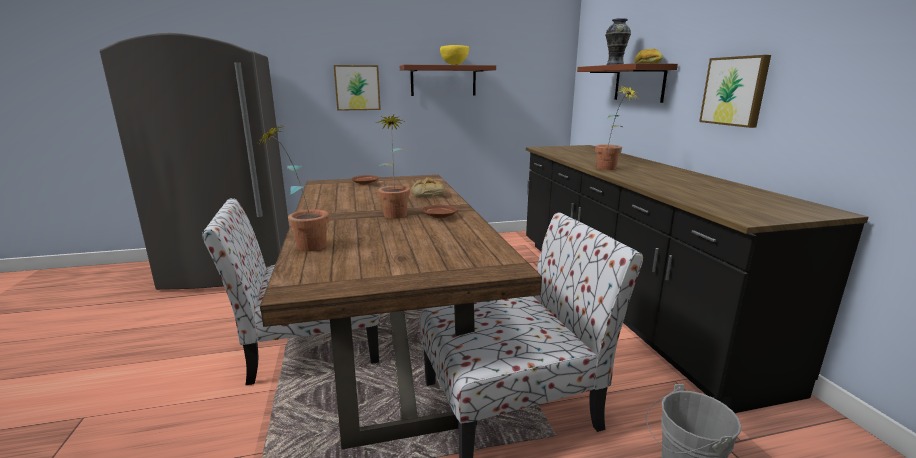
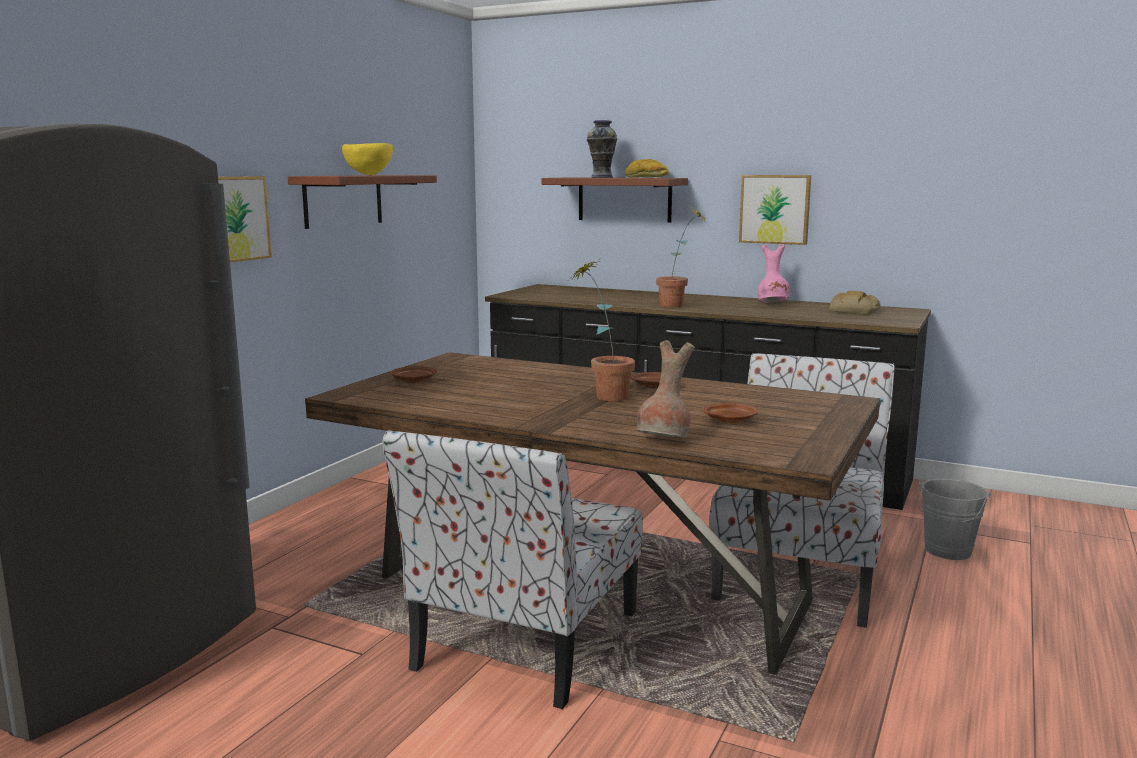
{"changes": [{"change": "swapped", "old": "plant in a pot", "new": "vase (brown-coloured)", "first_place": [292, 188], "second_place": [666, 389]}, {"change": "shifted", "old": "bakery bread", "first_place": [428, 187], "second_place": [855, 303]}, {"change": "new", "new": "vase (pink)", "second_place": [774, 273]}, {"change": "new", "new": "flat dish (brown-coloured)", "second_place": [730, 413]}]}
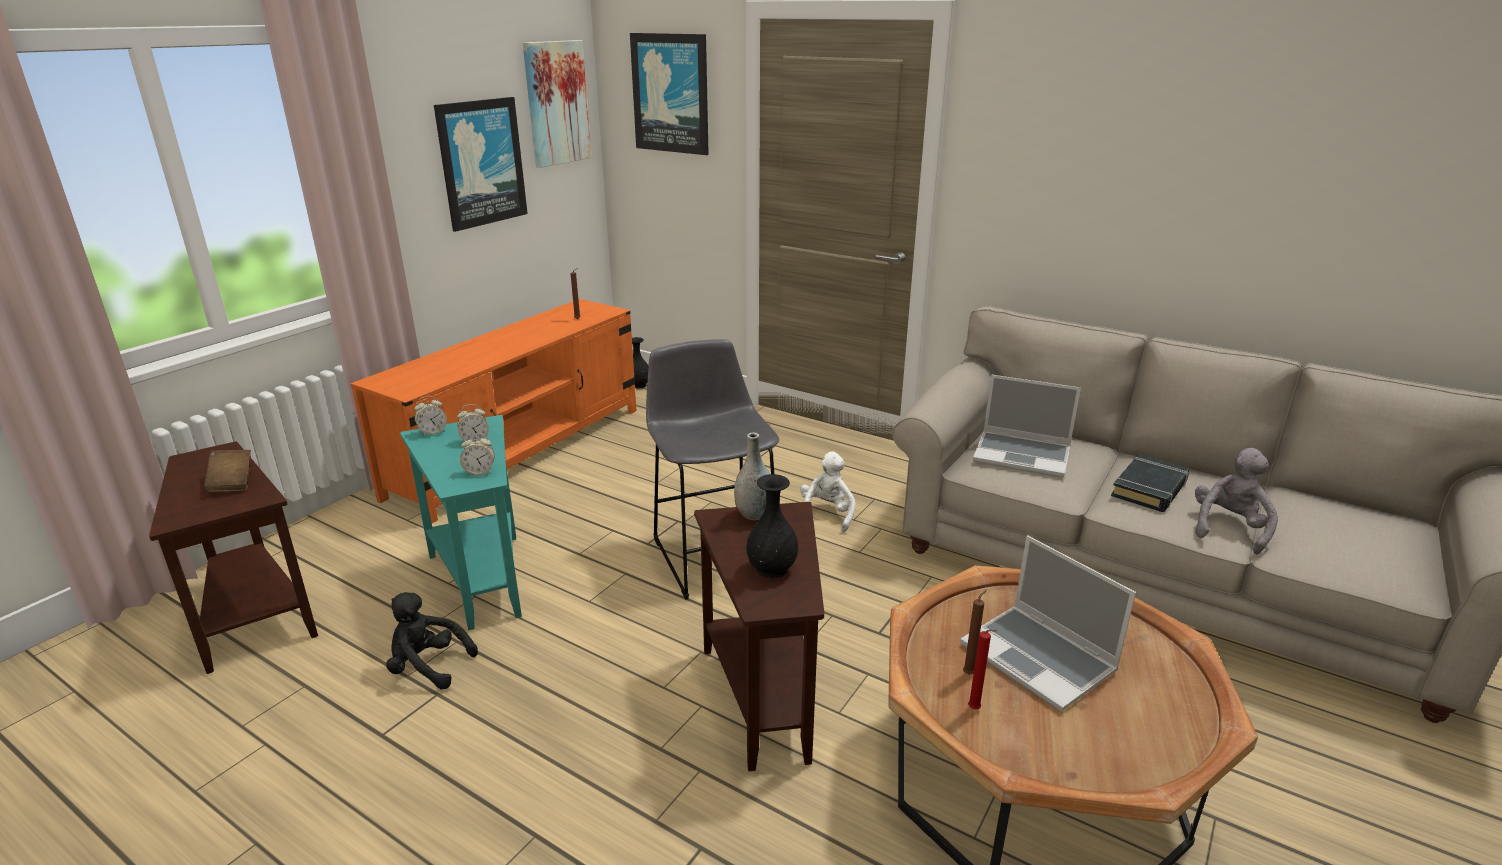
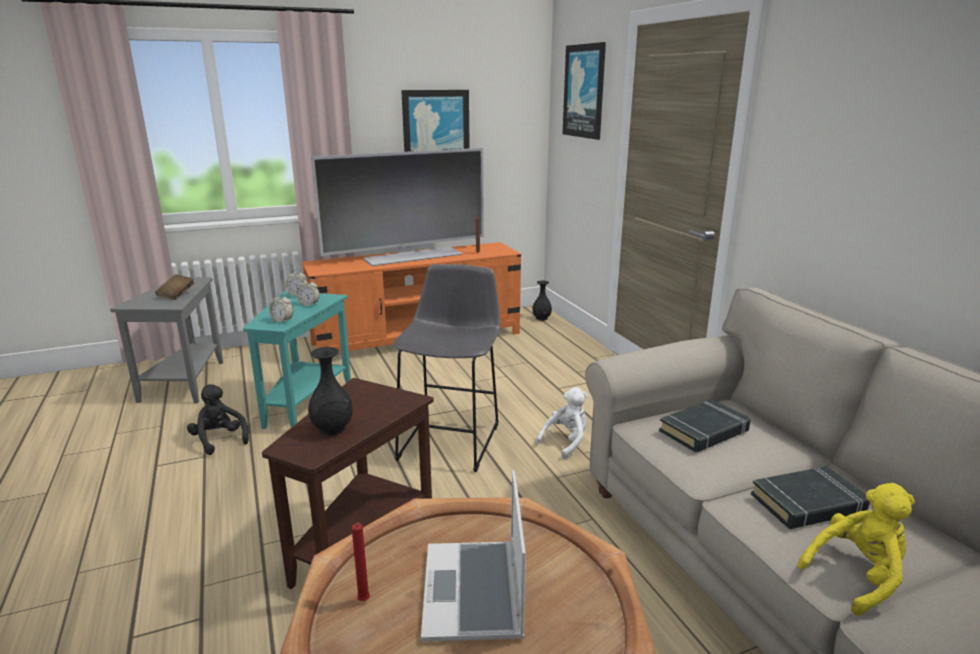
{"changes": [{"change": "gone", "old": "picture", "first_place": [557, 104]}, {"change": "swapped", "old": "portable computer", "new": "bound book (black)", "first_place": [1027, 426], "second_place": [705, 426]}, {"change": "gone", "old": "vase (greyish)", "first_place": [752, 476]}, {"change": "repainted", "old": "side table (brown-coloured)", "new": "side table (greyish)", "first_place": [233, 558], "second_place": [167, 340]}, {"change": "repainted", "old": "soft toy (greyish)", "new": "soft toy (yellow)", "first_place": [1236, 501], "second_place": [856, 549]}, {"change": "gone", "old": "wax candle (brown-coloured)", "first_place": [975, 631]}, {"change": "new", "new": "TV", "second_place": [397, 207]}]}
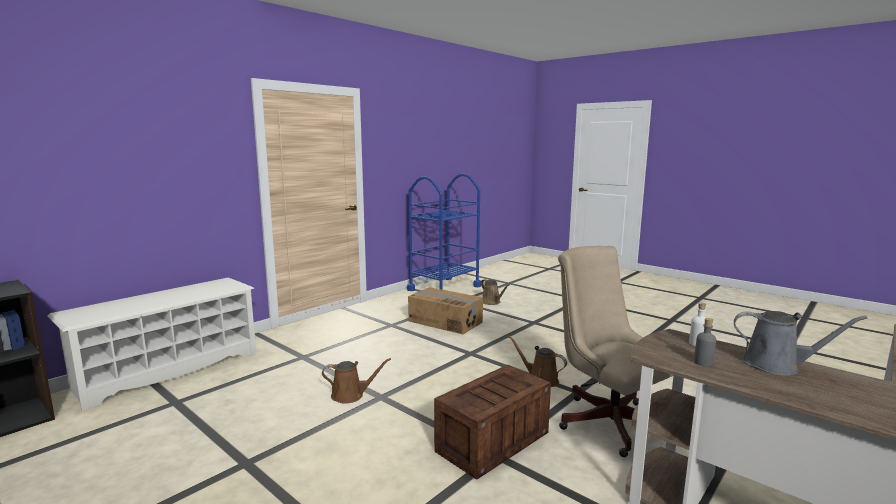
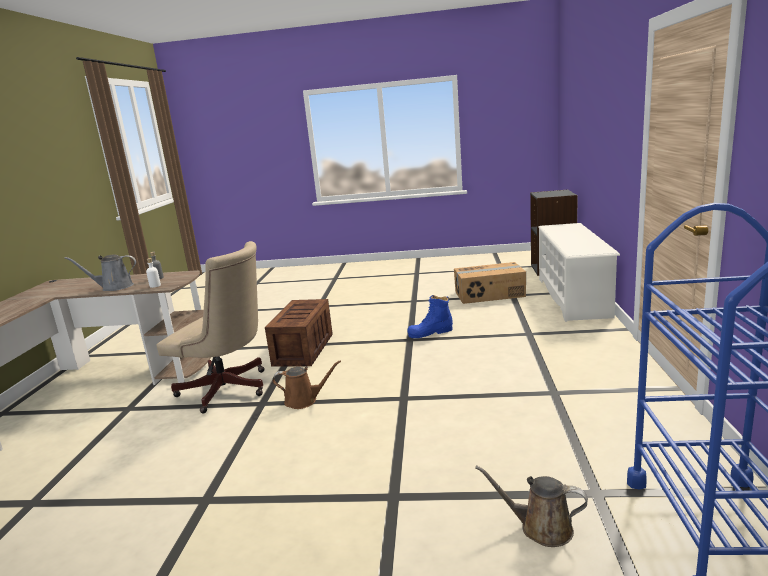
{"changes": [{"change": "shifted", "old": "packing box", "first_place": [445, 310], "second_place": [490, 283]}, {"change": "swapped", "old": "sprinkling can (brown-coloured)", "new": "boot (blue-coloured)", "first_place": [356, 381], "second_place": [430, 316]}]}
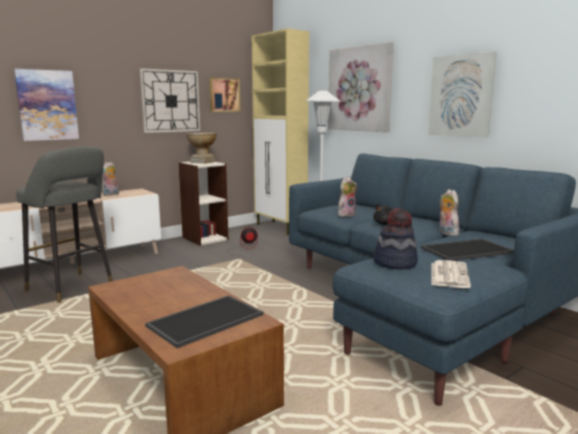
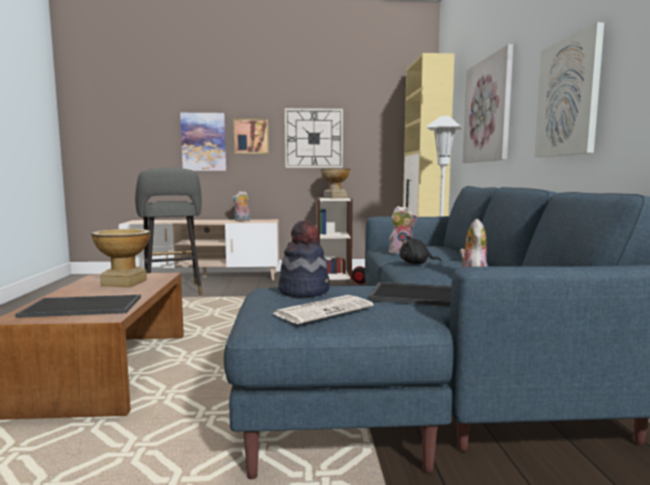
{"changes": [{"change": "shifted", "old": "picture", "first_place": [224, 94], "second_place": [251, 136]}, {"change": "new", "new": "vase", "second_place": [120, 258]}]}
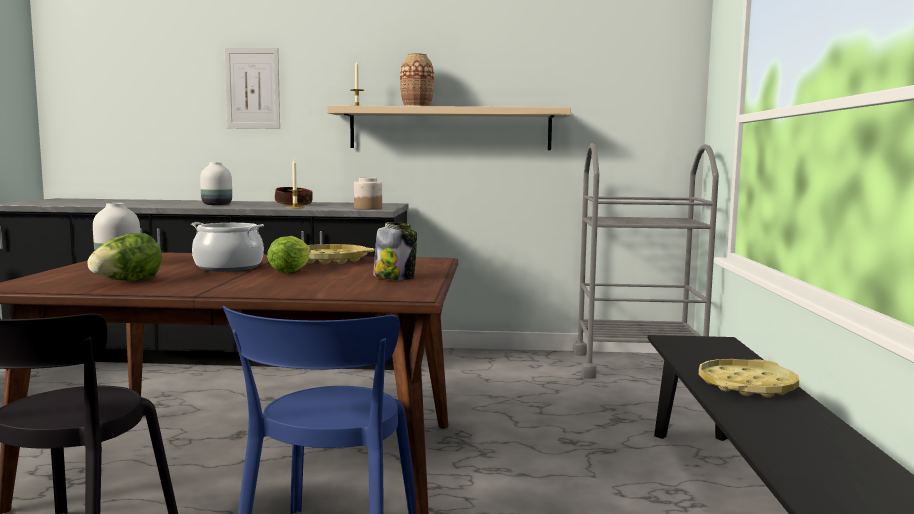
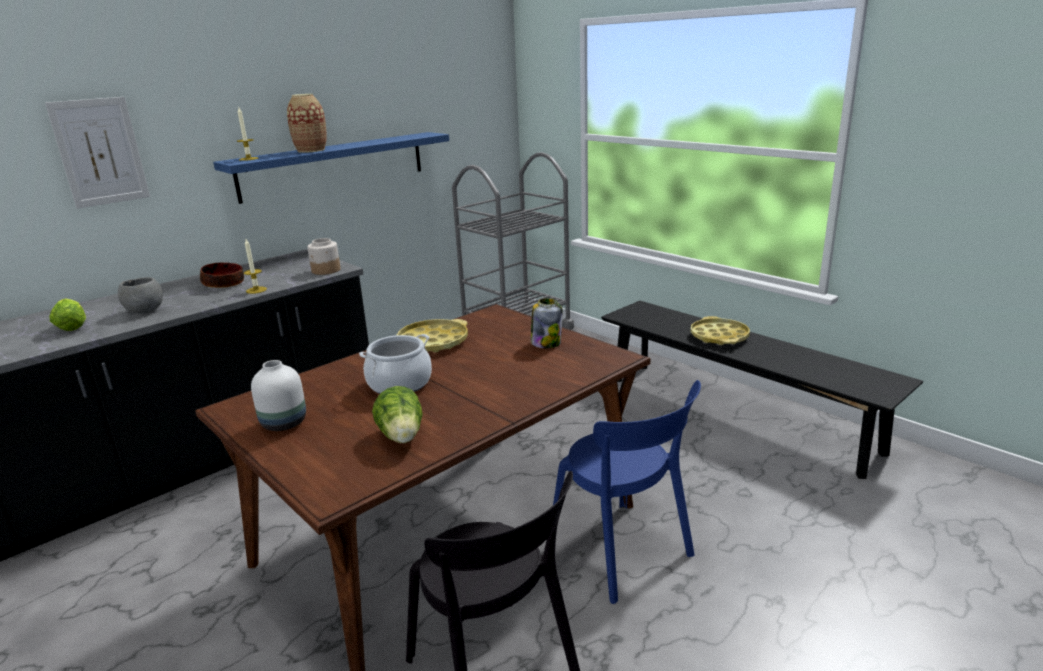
{"changes": [{"change": "repainted", "old": "wall shelf (beige-coloured)", "new": "wall shelf (blue-coloured)", "first_place": [449, 127], "second_place": [331, 168]}, {"change": "swapped", "old": "vase (white-coloured)", "new": "serving bowl (greyish)", "first_place": [216, 183], "second_place": [140, 295]}, {"change": "shifted", "old": "lettuce head", "first_place": [289, 254], "second_place": [68, 315]}]}
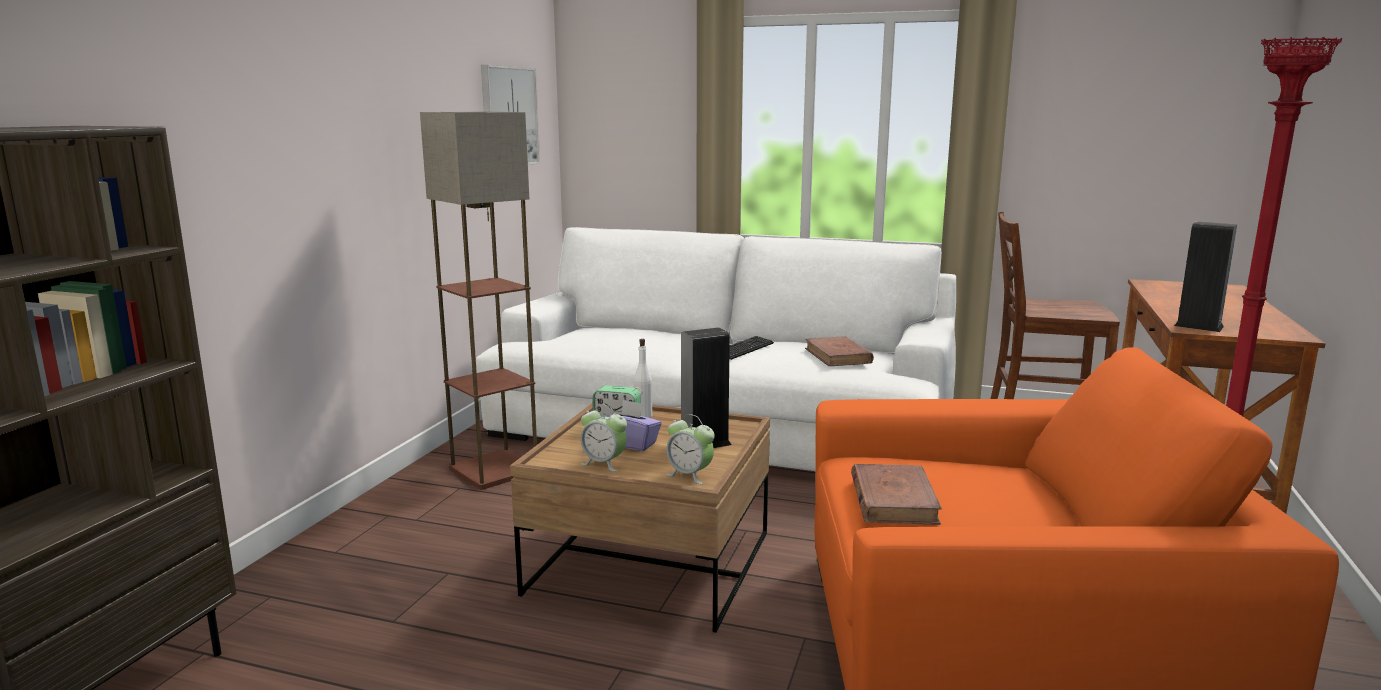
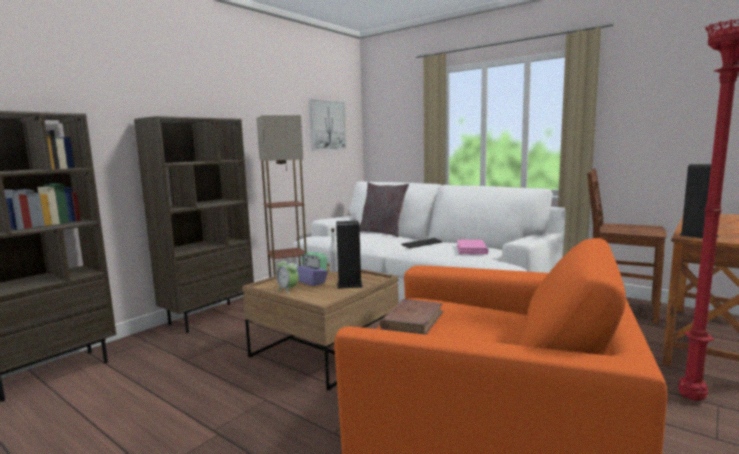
{"changes": [{"change": "repainted", "old": "bound book (brown-coloured)", "new": "bound book (pink)", "first_place": [839, 351], "second_place": [472, 247]}, {"change": "gone", "old": "bedside clock", "first_place": [690, 449]}, {"change": "new", "new": "bookshelf (brown-coloured)", "second_place": [194, 224]}, {"change": "new", "new": "pillow (greyish)", "second_place": [384, 209]}]}
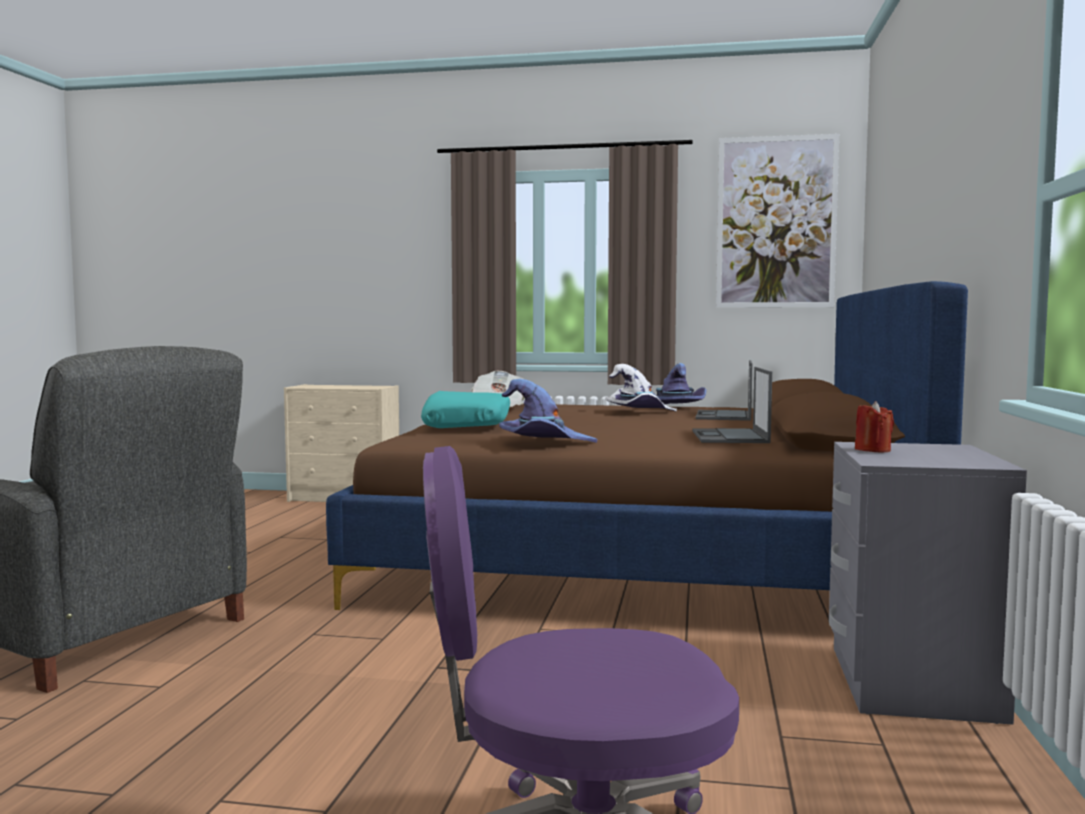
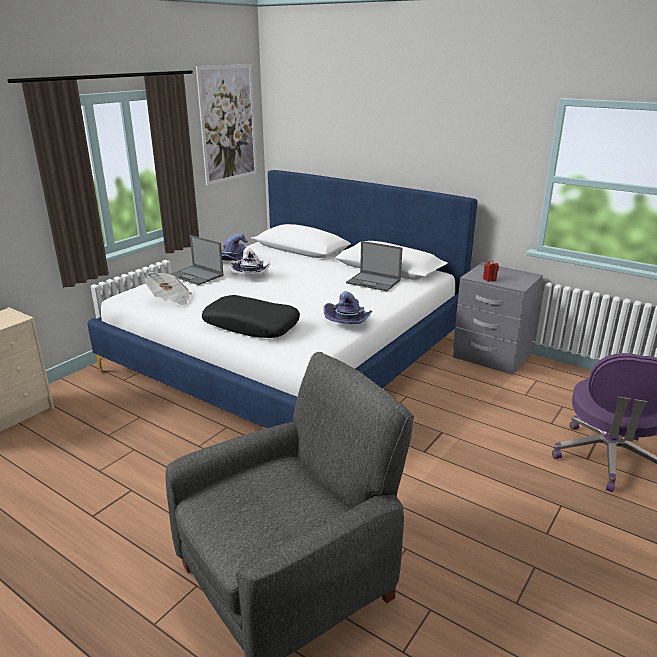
{"changes": [{"change": "repainted", "old": "bedroom bed (brown-coloured)", "new": "bedroom bed (white-coloured)", "first_place": [647, 445], "second_place": [282, 299]}, {"change": "shifted", "old": "portable computer", "first_place": [724, 390], "second_place": [197, 260]}, {"change": "repainted", "old": "pillow (turquoise)", "new": "pillow (black)", "first_place": [465, 409], "second_place": [251, 316]}]}
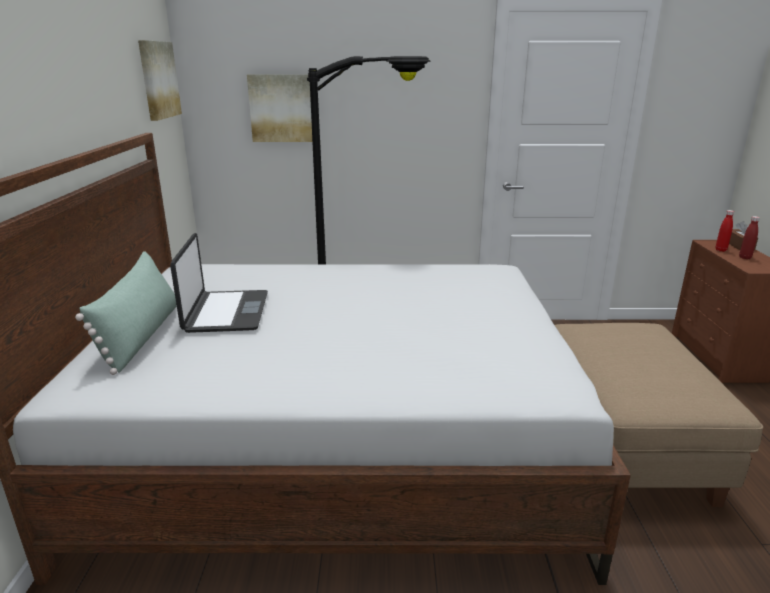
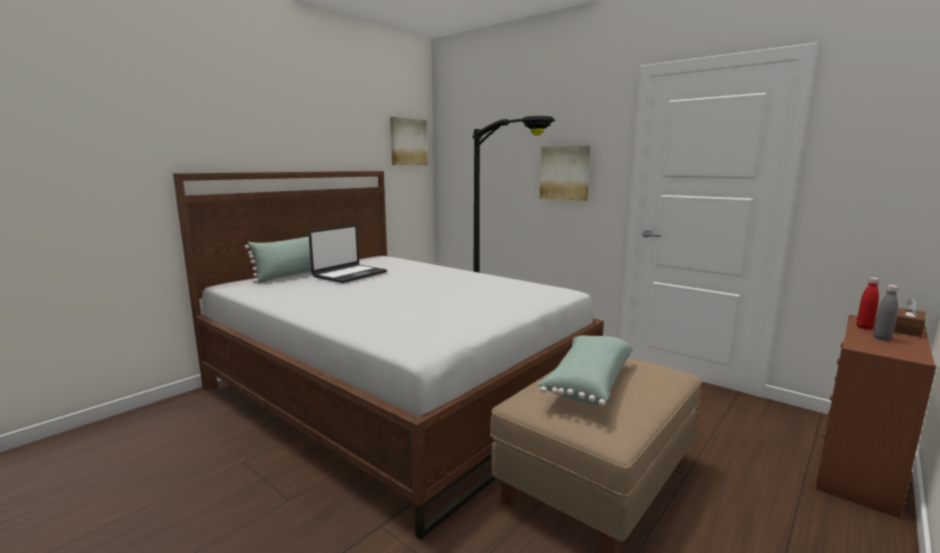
{"changes": [{"change": "shifted", "old": "picture", "first_place": [279, 108], "second_place": [565, 173]}, {"change": "repainted", "old": "beverage bottle (reddish)", "new": "beverage bottle (greyish)", "first_place": [749, 237], "second_place": [886, 313]}, {"change": "new", "new": "pillow (green-coloured)", "second_place": [585, 370]}]}
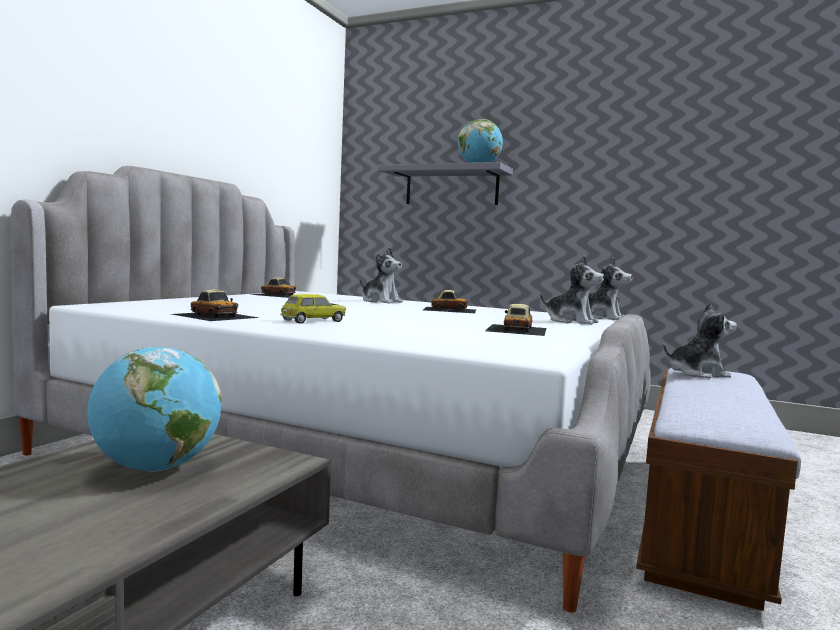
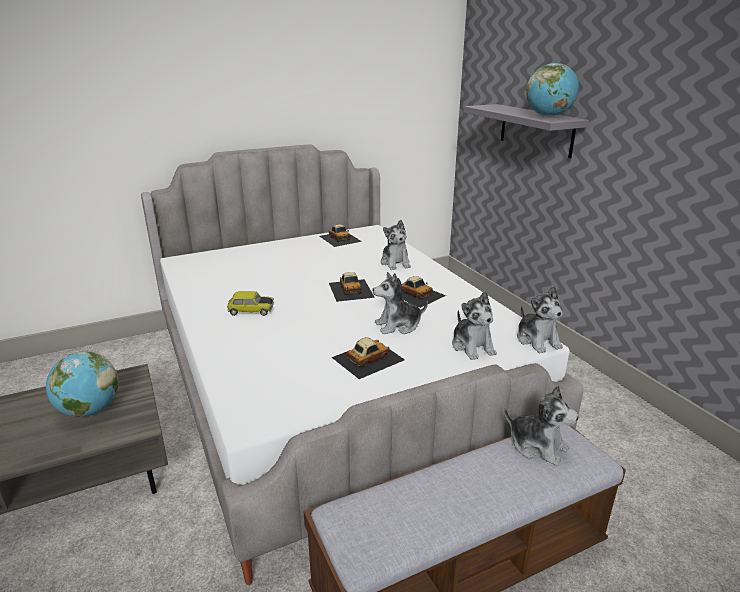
{"changes": [{"change": "shifted", "old": "toy car", "first_place": [215, 305], "second_place": [352, 287]}, {"change": "new", "new": "soft toy", "second_place": [400, 303]}]}
